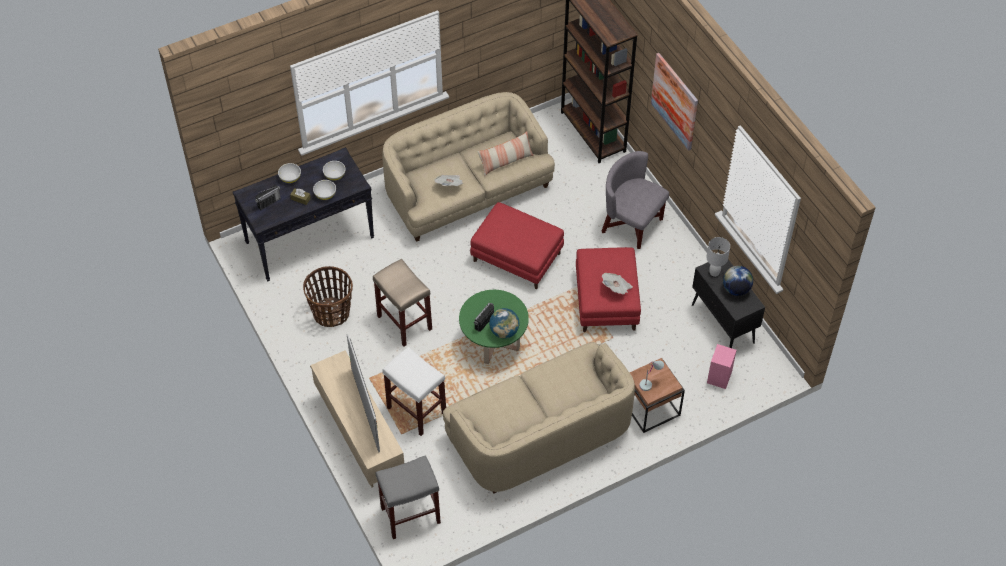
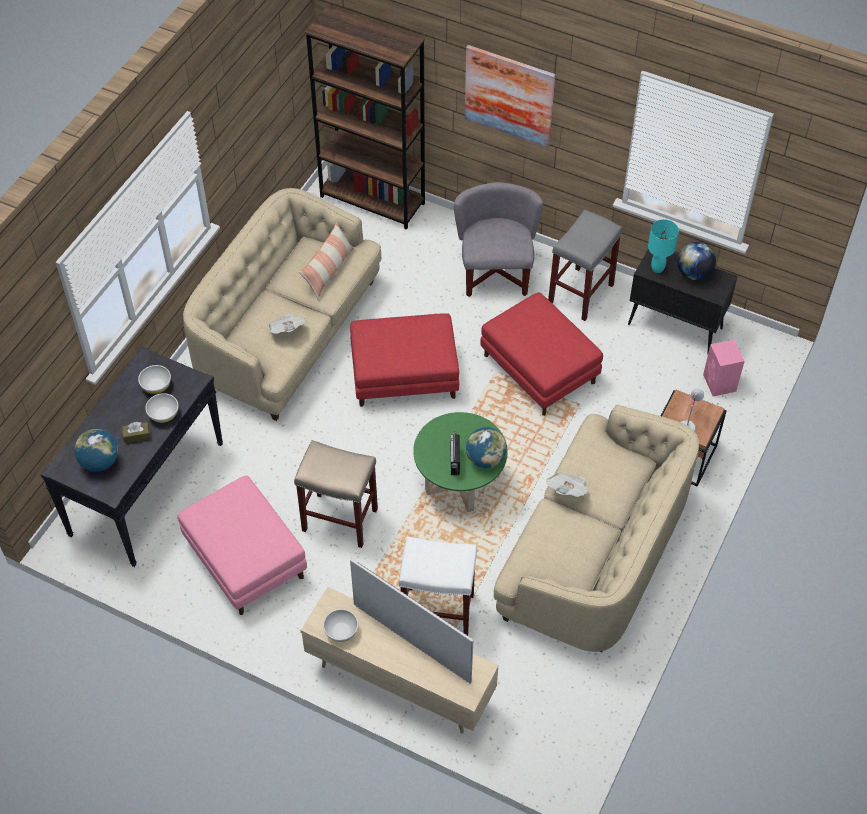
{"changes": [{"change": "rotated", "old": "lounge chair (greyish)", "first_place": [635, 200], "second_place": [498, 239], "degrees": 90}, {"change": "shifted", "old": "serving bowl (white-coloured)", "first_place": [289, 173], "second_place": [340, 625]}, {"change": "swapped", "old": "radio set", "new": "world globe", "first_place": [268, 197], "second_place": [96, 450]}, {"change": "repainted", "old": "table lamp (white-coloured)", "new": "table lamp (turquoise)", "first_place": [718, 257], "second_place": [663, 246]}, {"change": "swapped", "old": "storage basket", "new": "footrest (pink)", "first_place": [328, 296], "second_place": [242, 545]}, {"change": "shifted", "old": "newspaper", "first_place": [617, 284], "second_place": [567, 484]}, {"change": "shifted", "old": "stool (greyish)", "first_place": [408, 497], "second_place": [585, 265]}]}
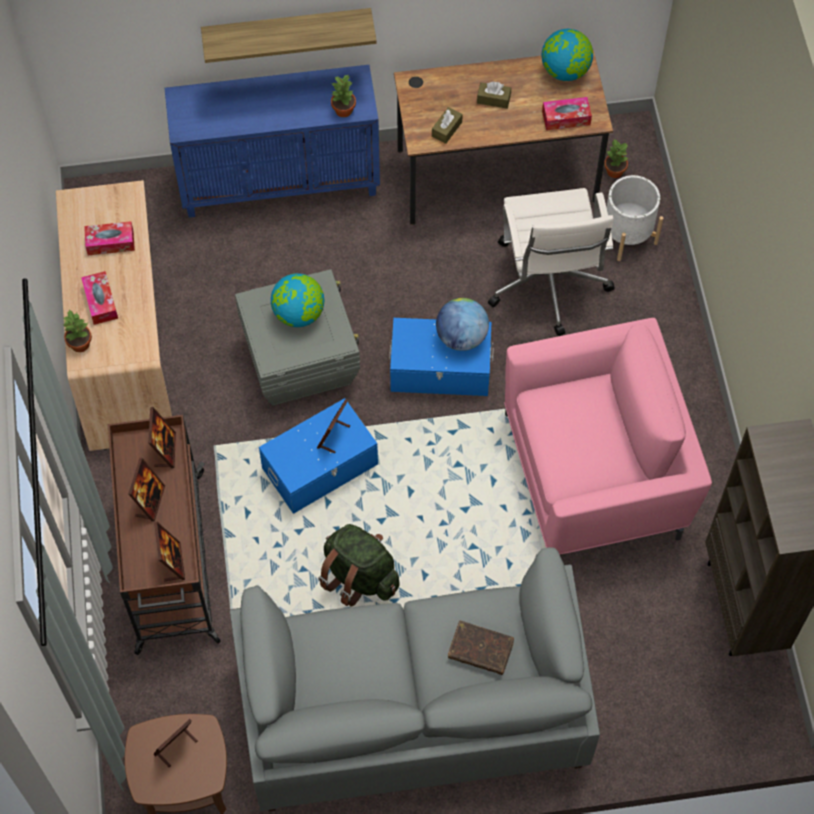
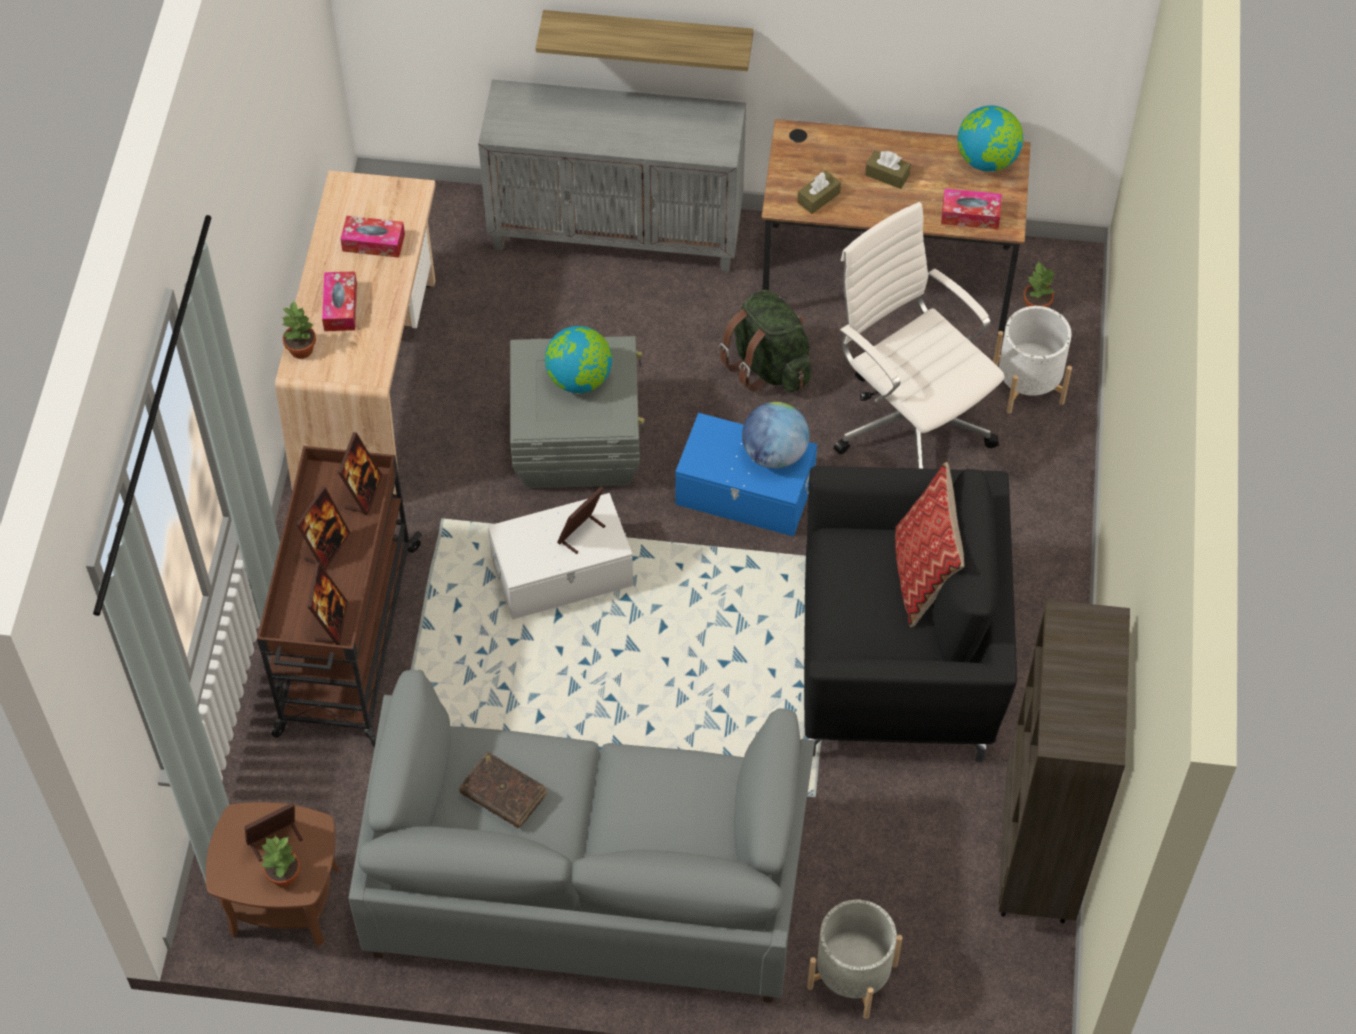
{"changes": [{"change": "repainted", "old": "cabinet (blue-coloured)", "new": "cabinet (greyish)", "first_place": [272, 141], "second_place": [612, 176]}, {"change": "shifted", "old": "plant in a pot", "first_place": [343, 95], "second_place": [280, 861]}, {"change": "rotated", "old": "desk chair (white-coloured)", "first_place": [551, 262], "second_place": [919, 335], "degrees": 135}, {"change": "repainted", "old": "lounge chair (pink)", "new": "lounge chair (black)", "first_place": [608, 436], "second_place": [910, 614]}, {"change": "repainted", "old": "storage container (blue-coloured)", "new": "storage container (white-coloured)", "first_place": [318, 456], "second_place": [560, 556]}, {"change": "shifted", "old": "knapsack (green-coloured)", "first_place": [359, 565], "second_place": [765, 341]}, {"change": "shifted", "old": "bound book (brown-coloured)", "first_place": [481, 648], "second_place": [503, 790]}, {"change": "new", "new": "pillow", "second_place": [930, 544]}, {"change": "new", "new": "flower pot (greyish)", "second_place": [855, 959]}]}
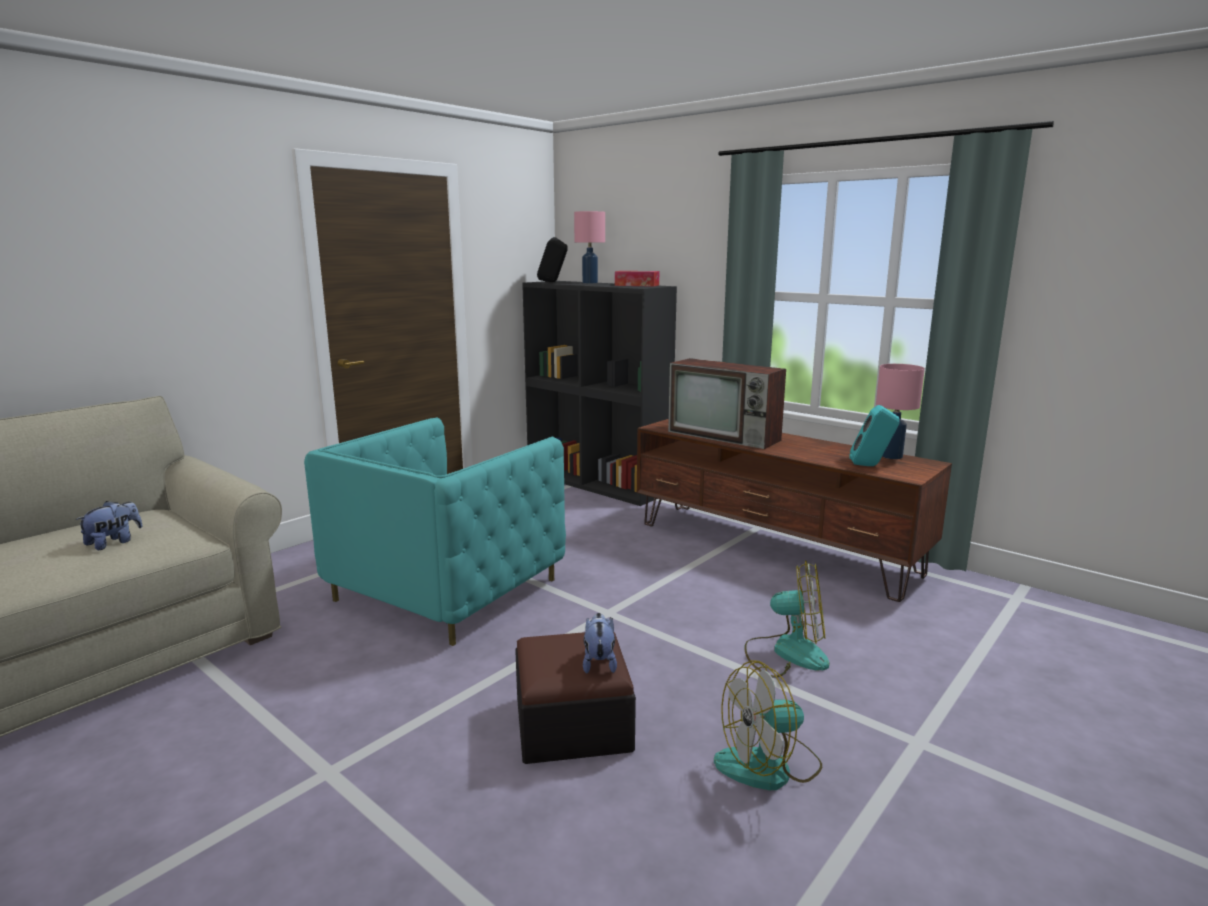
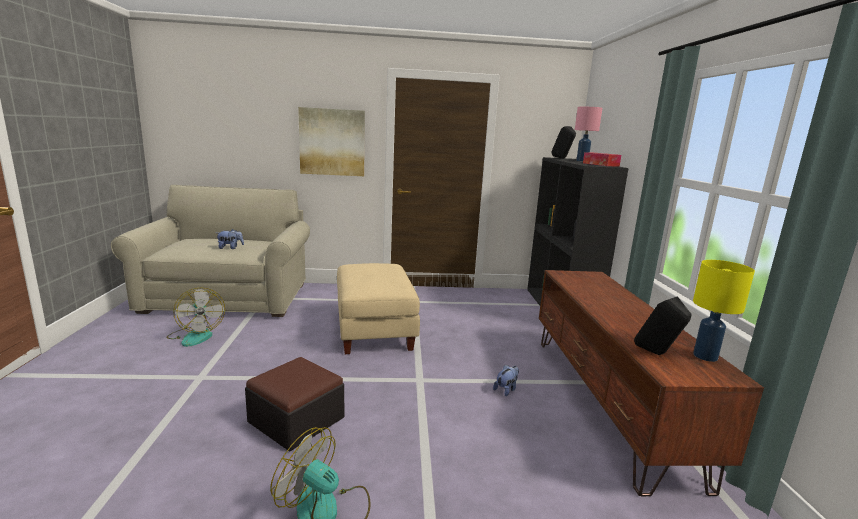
{"changes": [{"change": "gone", "old": "TV", "first_place": [727, 403]}, {"change": "repainted", "old": "table lamp (pink)", "new": "table lamp (yellow)", "first_place": [900, 411], "second_place": [724, 311]}, {"change": "repainted", "old": "loudspeaker (turquoise)", "new": "loudspeaker (black)", "first_place": [874, 435], "second_place": [663, 325]}, {"change": "swapped", "old": "lounge chair (turquoise)", "new": "footrest (beige-coloured)", "first_place": [435, 532], "second_place": [378, 308]}, {"change": "shifted", "old": "fan", "first_place": [786, 619], "second_place": [195, 317]}, {"change": "shifted", "old": "soft toy", "first_place": [600, 643], "second_place": [506, 380]}, {"change": "new", "new": "picture", "second_place": [331, 141]}]}
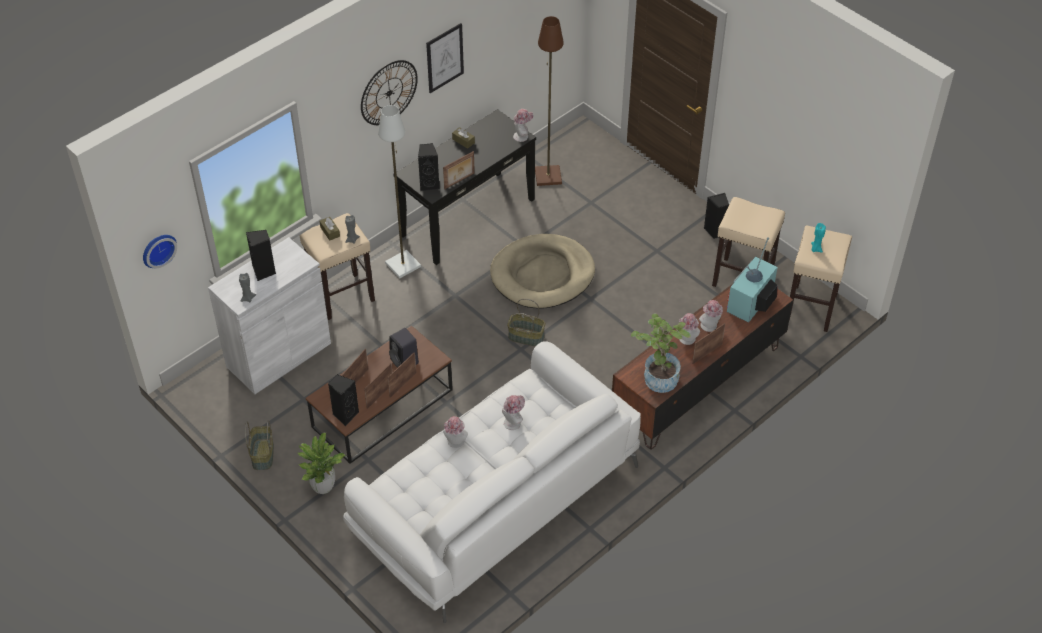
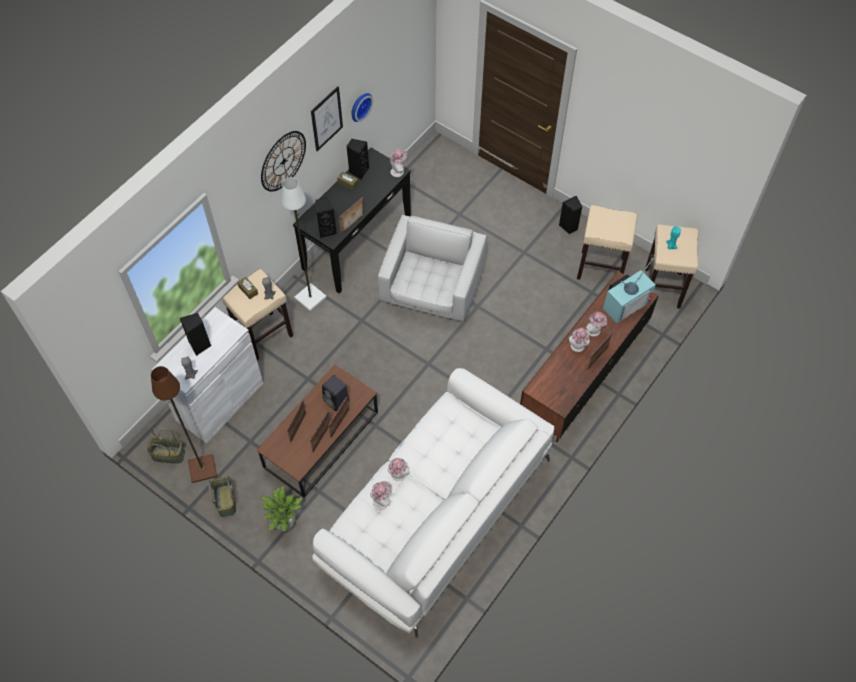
{"changes": [{"change": "shifted", "old": "standard lamp (brown-coloured)", "first_place": [549, 101], "second_place": [184, 424]}, {"change": "swapped", "old": "pet bed (beige-coloured)", "new": "lounge chair (white-coloured)", "first_place": [542, 271], "second_place": [432, 268]}, {"change": "shifted", "old": "clock on the wall", "first_place": [160, 251], "second_place": [362, 107]}, {"change": "rotated", "old": "TV", "first_place": [752, 280], "second_place": [629, 290], "degrees": -150}, {"change": "shifted", "old": "storage basket", "first_place": [526, 323], "second_place": [166, 446]}, {"change": "gone", "old": "plant in a pot", "first_place": [661, 353]}, {"change": "shifted", "old": "loudspeaker (black)", "first_place": [343, 400], "second_place": [358, 159]}, {"change": "shifted", "old": "hat", "first_place": [513, 412], "second_place": [380, 495]}]}
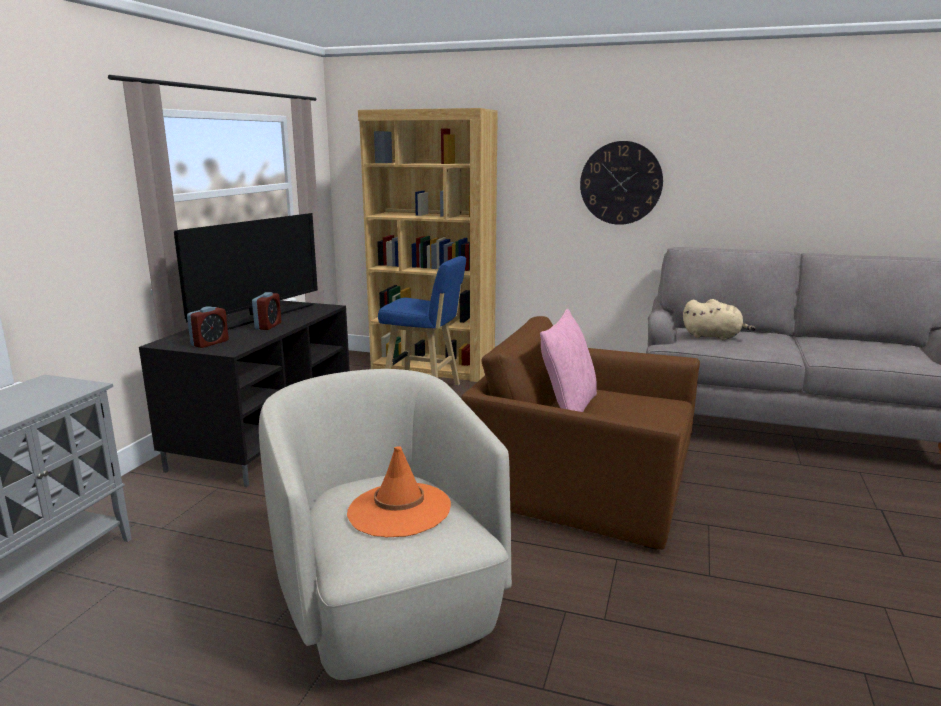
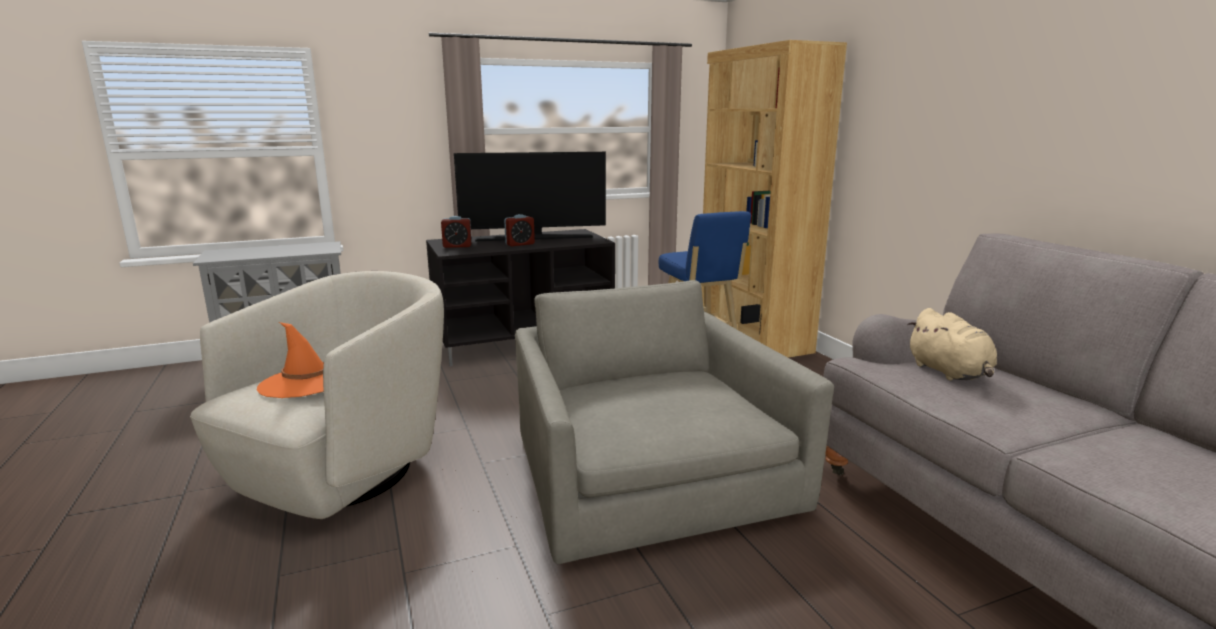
{"changes": [{"change": "gone", "old": "clock on the wall", "first_place": [621, 183]}, {"change": "gone", "old": "pillow (pink)", "first_place": [568, 360]}, {"change": "repainted", "old": "lounge chair (brown-coloured)", "new": "lounge chair (greyish)", "first_place": [580, 433], "second_place": [674, 422]}]}
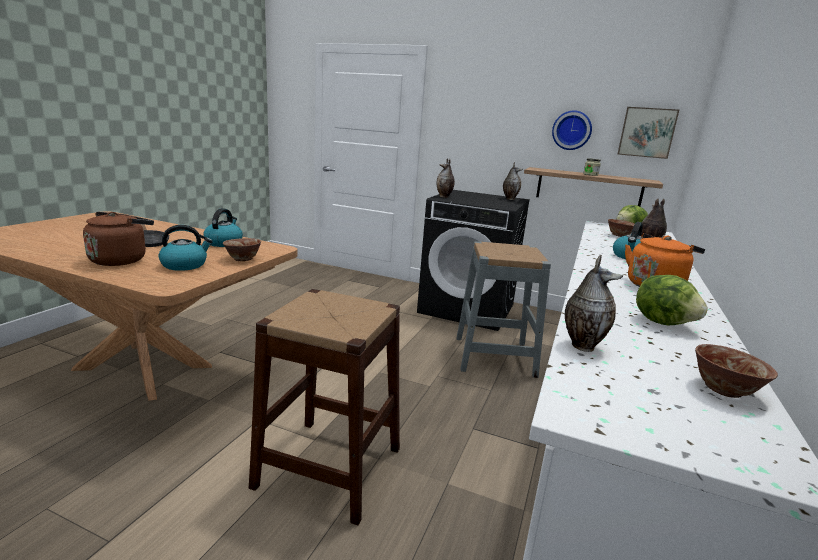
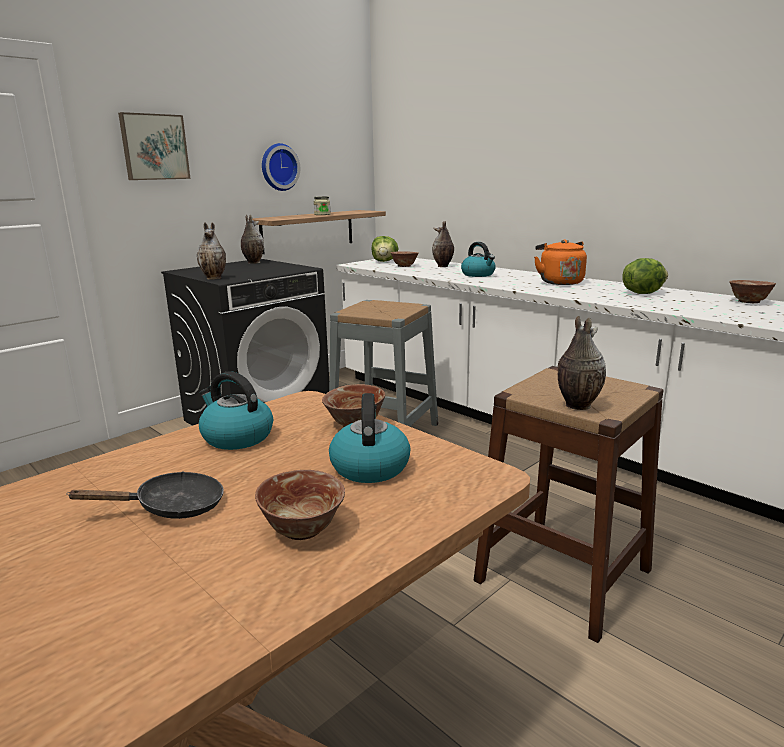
{"changes": [{"change": "shifted", "old": "picture", "first_place": [648, 133], "second_place": [154, 146]}, {"change": "swapped", "old": "water kettle (brown-coloured)", "new": "serving bowl", "first_place": [118, 239], "second_place": [300, 505]}, {"change": "shifted", "old": "vase", "first_place": [594, 303], "second_place": [582, 363]}]}
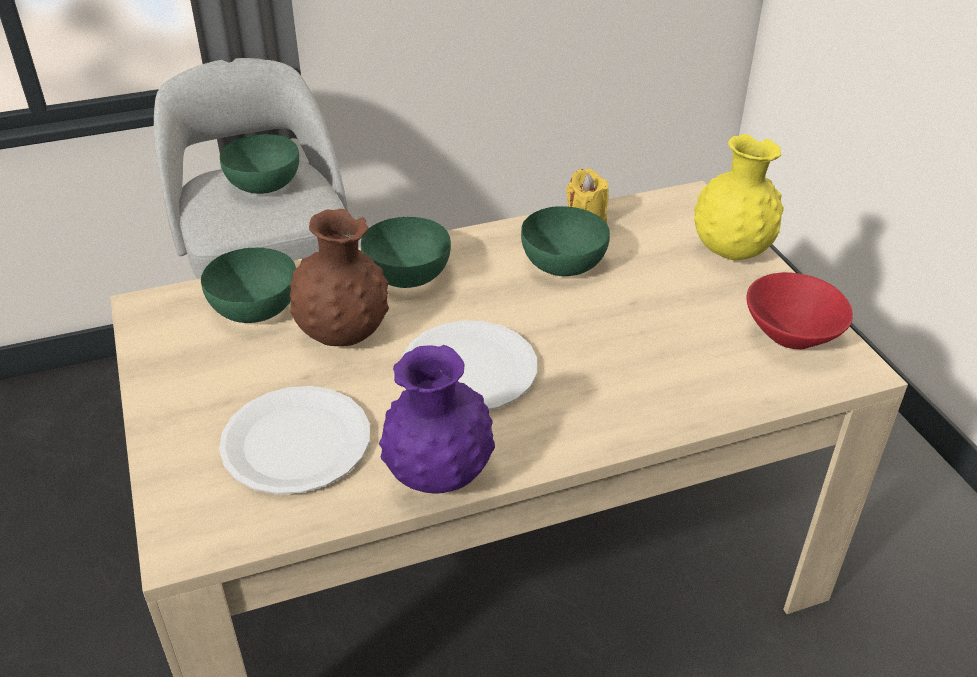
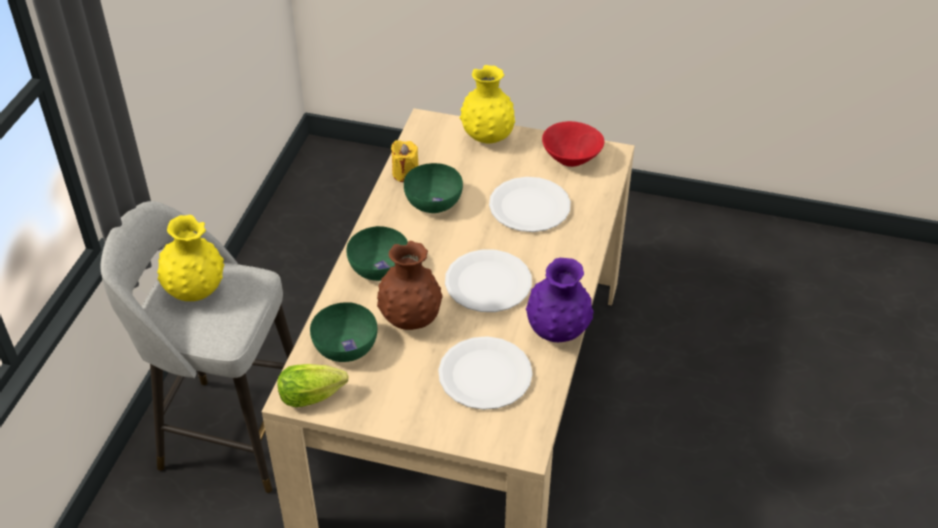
{"changes": [{"change": "swapped", "old": "serving bowl (green-coloured)", "new": "vase (yellow)", "first_place": [259, 164], "second_place": [190, 258]}, {"change": "new", "new": "flat dish (white-coloured)", "second_place": [530, 204]}, {"change": "new", "new": "lettuce head", "second_place": [313, 385]}]}
